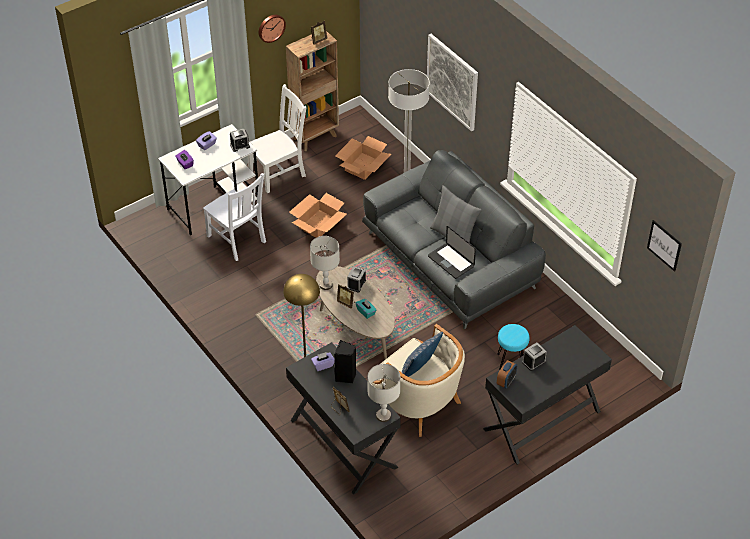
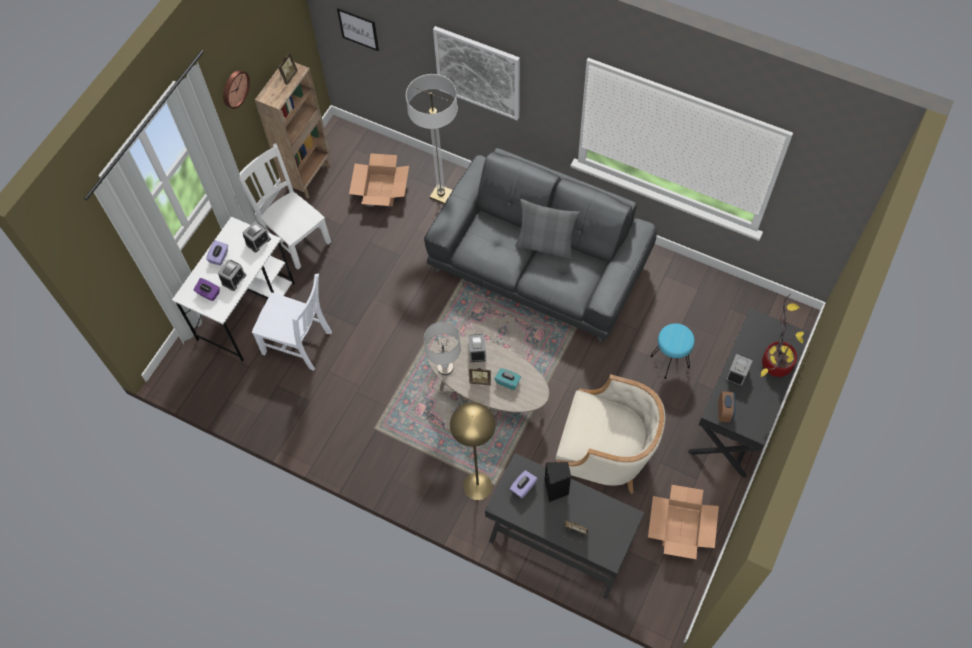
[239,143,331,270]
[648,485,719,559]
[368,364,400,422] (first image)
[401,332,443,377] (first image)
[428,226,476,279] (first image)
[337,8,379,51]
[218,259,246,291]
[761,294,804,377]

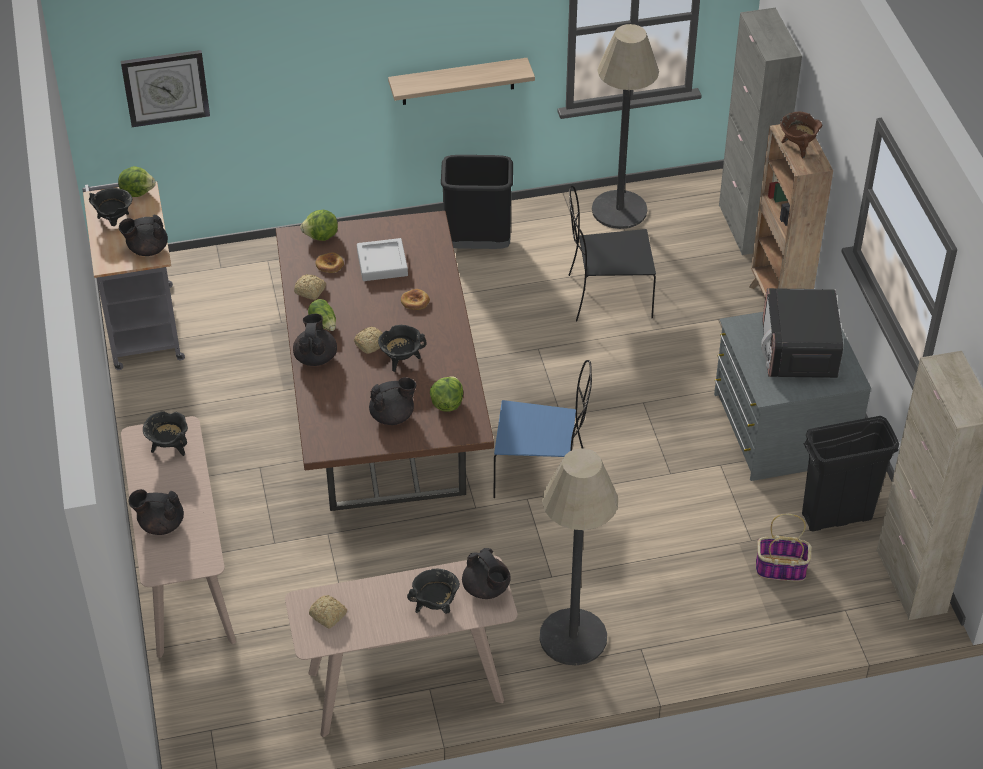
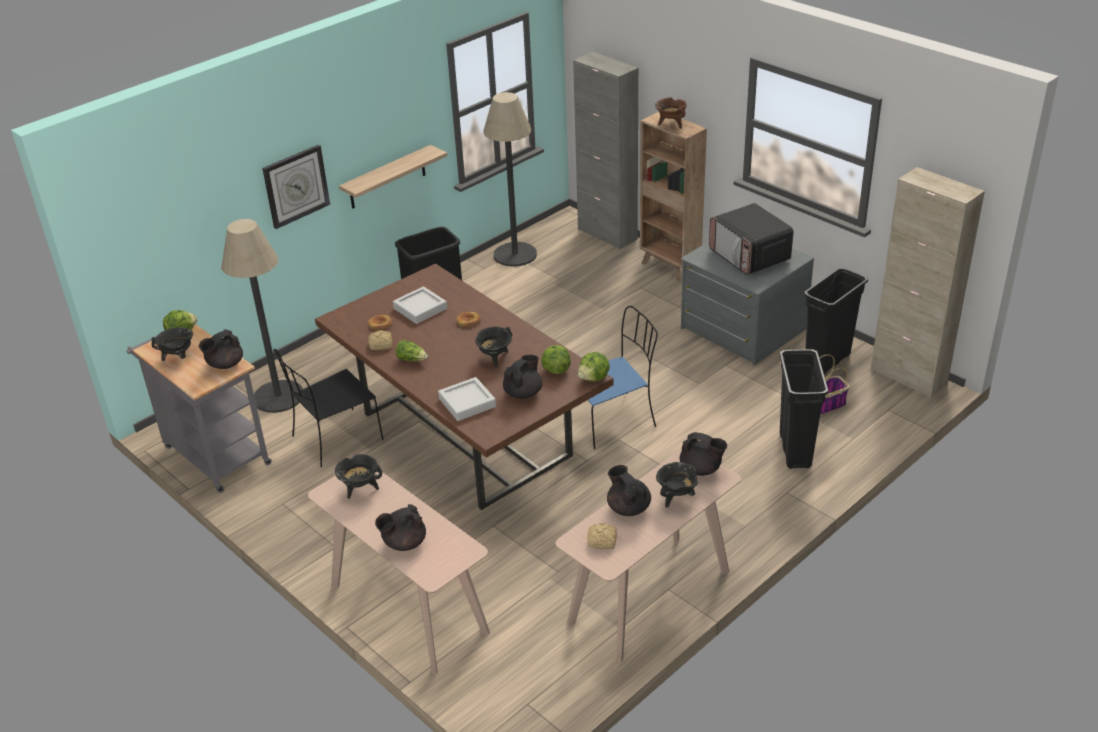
[262,145,330,229]
[607,465,651,516]
[578,352,610,381]
[354,327,382,354] (first image)
[221,219,303,413]
[273,349,384,467]
[438,377,496,421]
[779,349,828,469]

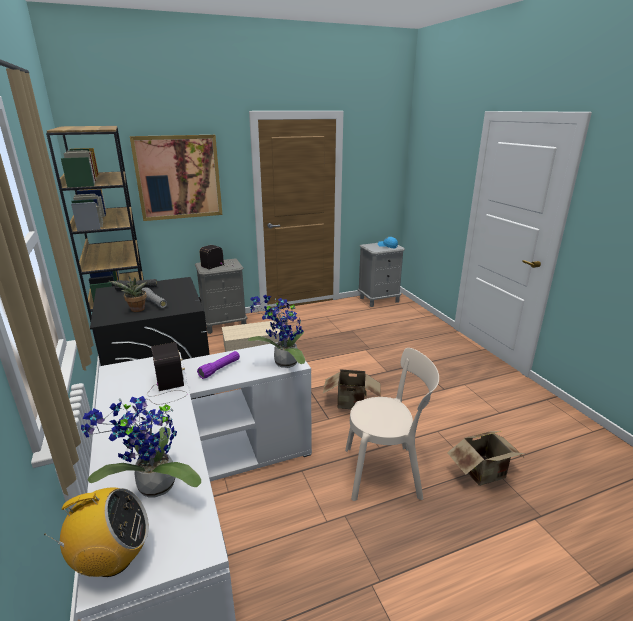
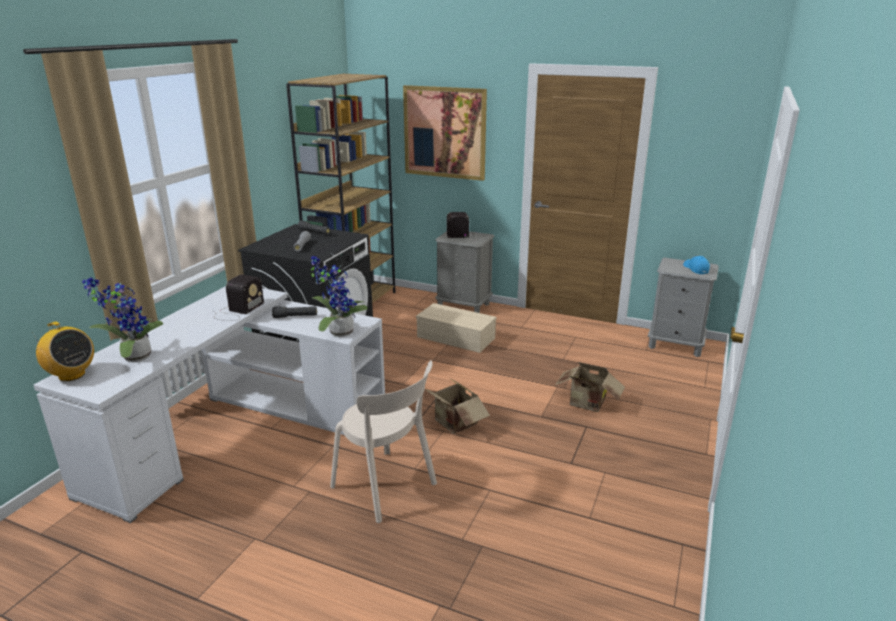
[109,276,148,312] (first image)
[272,306,317,318]
[555,362,625,412]

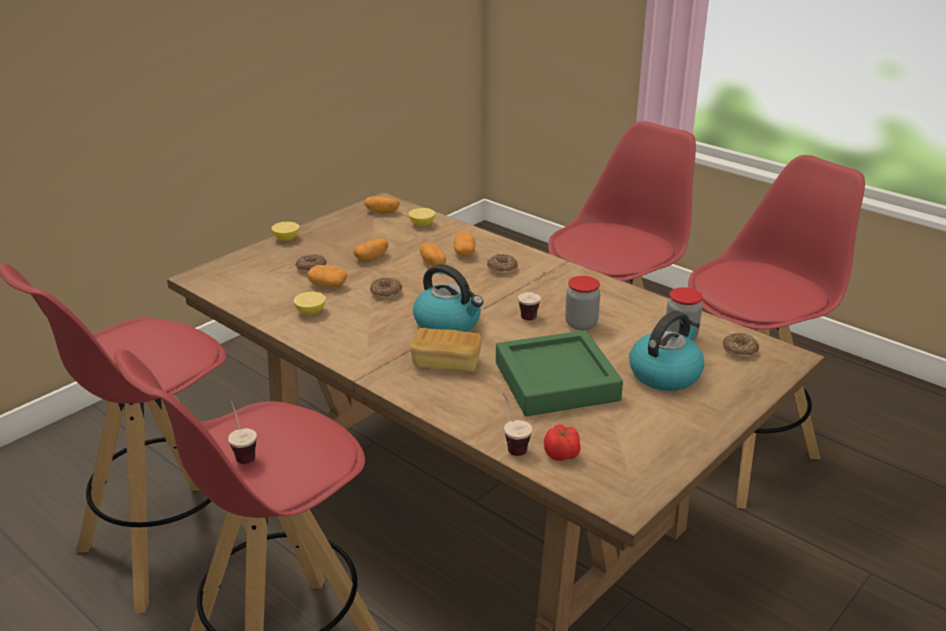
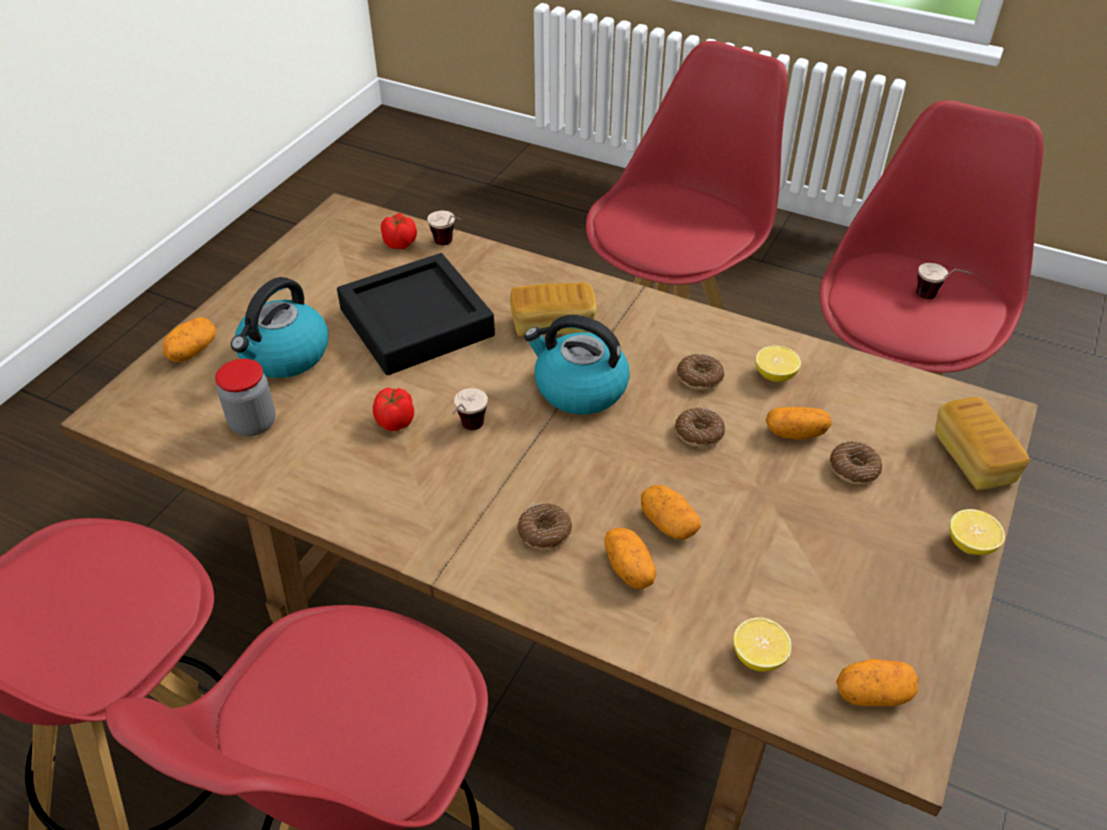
[916,263,972,299]
[162,317,216,362]
[337,253,495,375]
[373,388,414,431]
[677,354,725,390]
[935,397,1030,490]

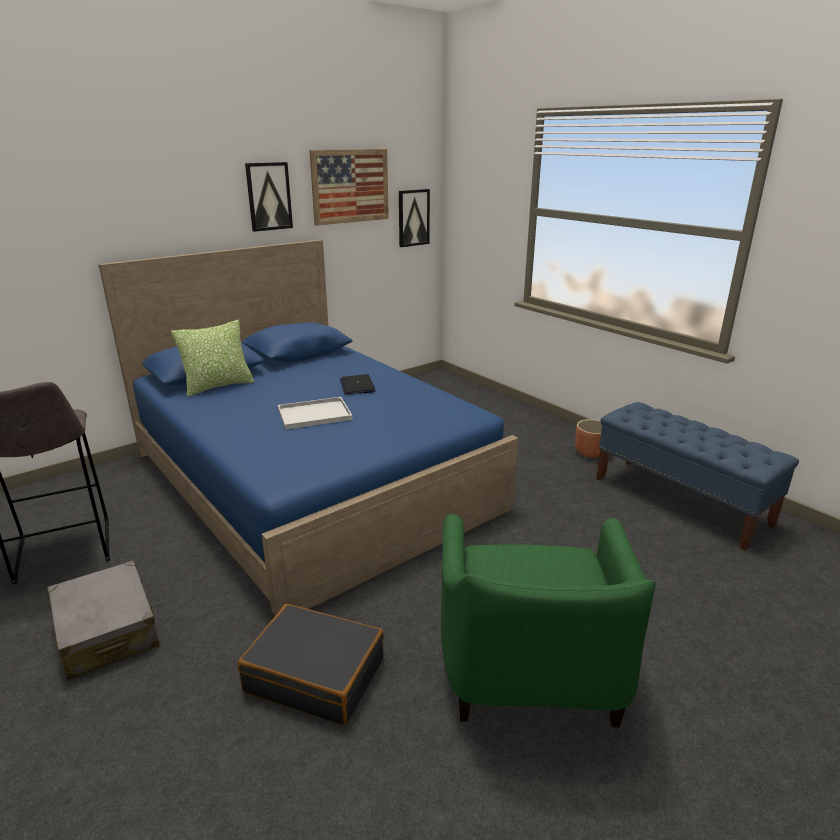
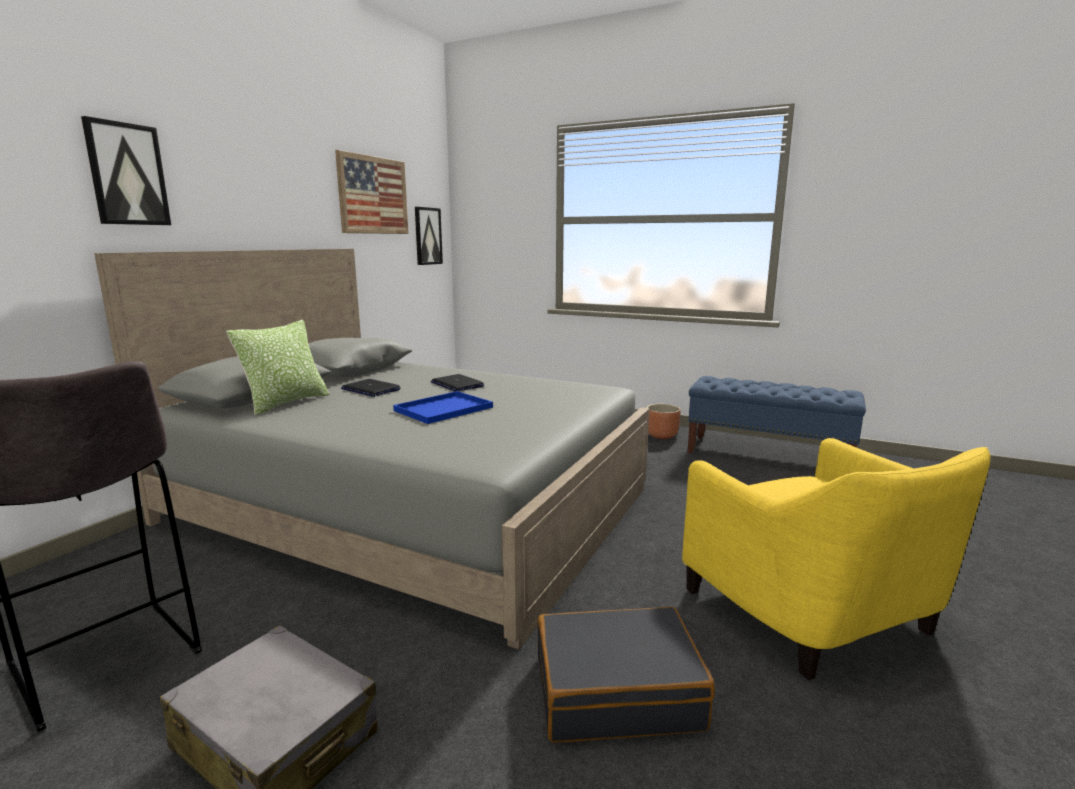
[94,249,649,650]
[81,116,171,225]
[393,391,493,424]
[682,438,991,680]
[341,379,401,397]

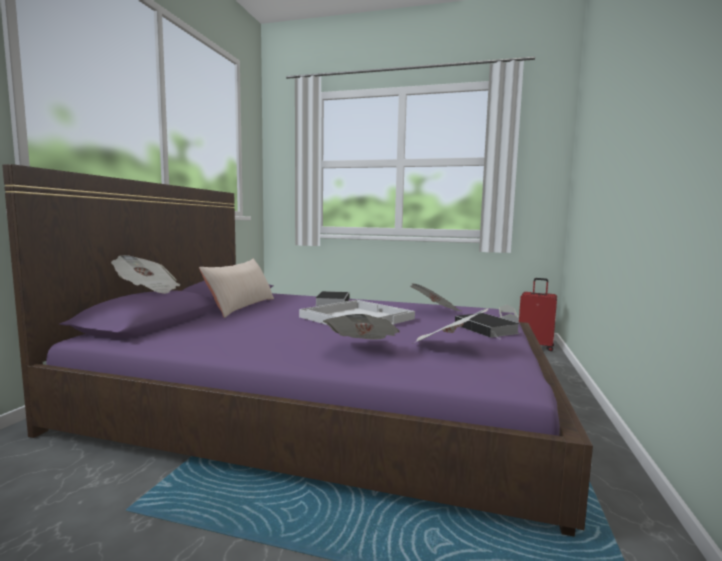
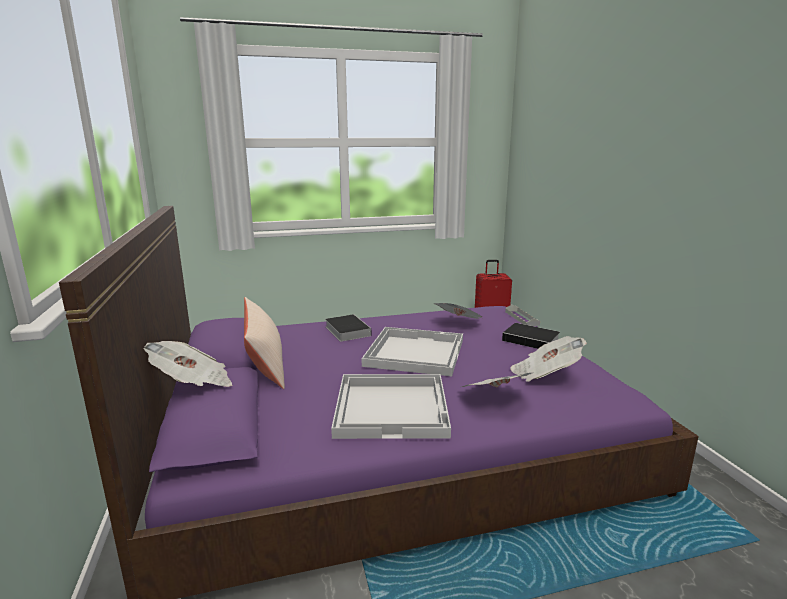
[331,374,451,439]

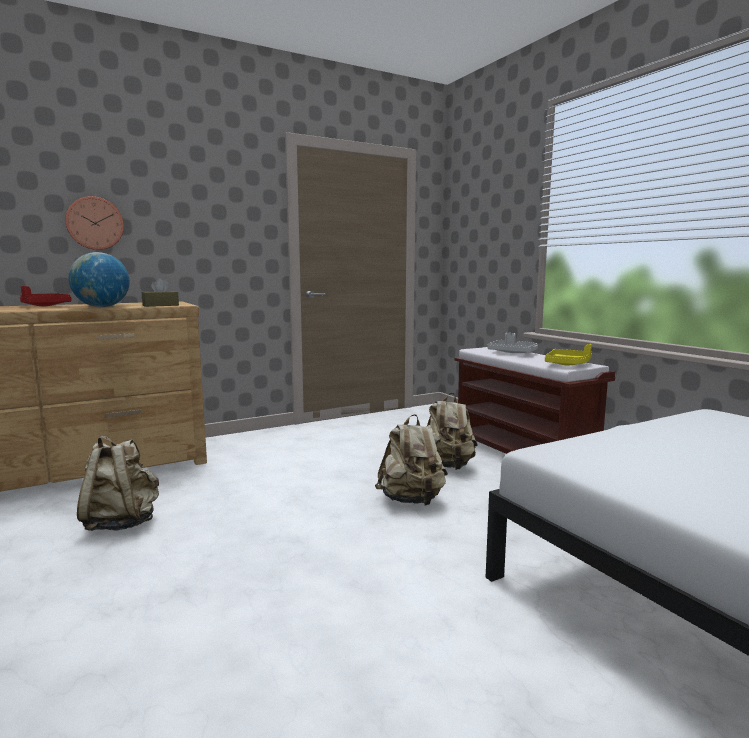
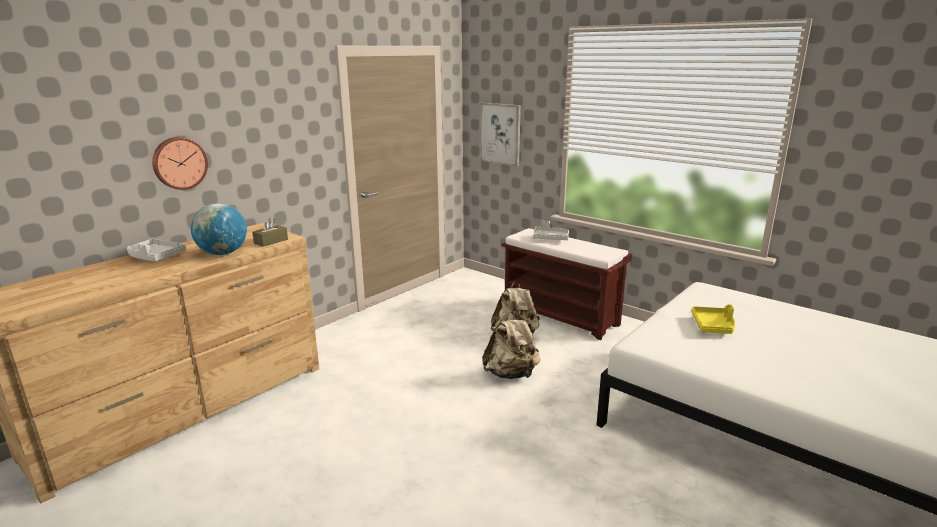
[127,239,186,261]
[77,436,159,531] (first image)
[691,304,735,334]
[481,103,521,166]

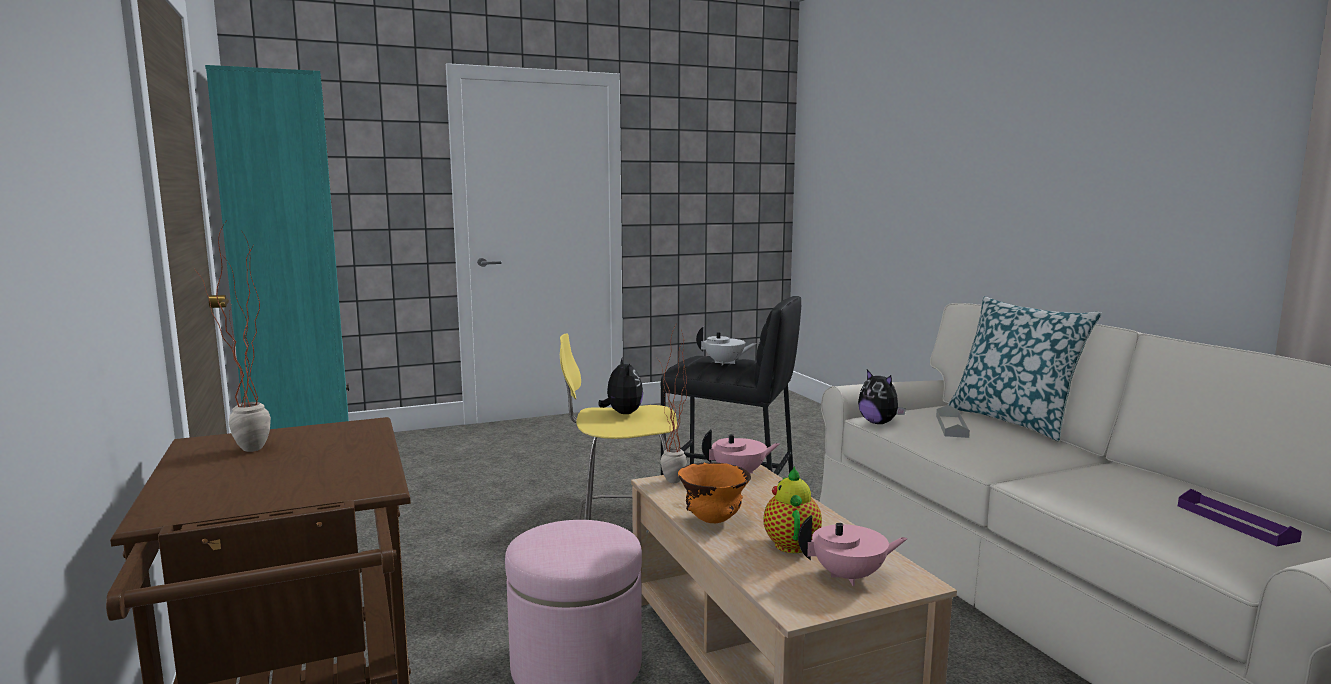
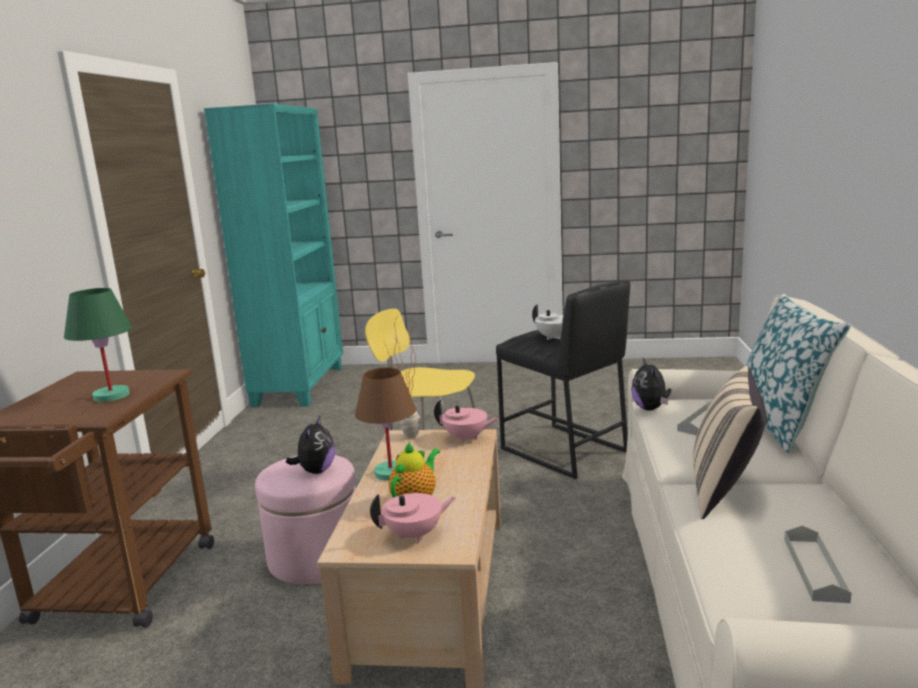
[196,219,271,452] (first image)
[286,416,335,474]
[355,368,416,481]
[370,493,456,543]
[784,526,852,603]
[64,288,132,402]
[693,366,767,519]

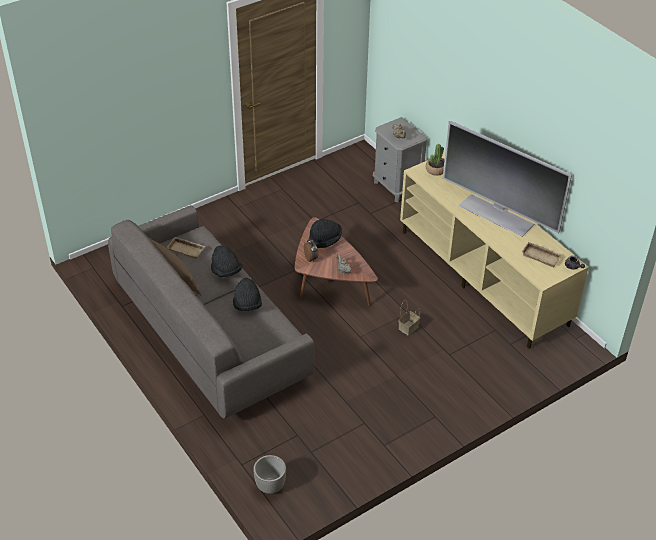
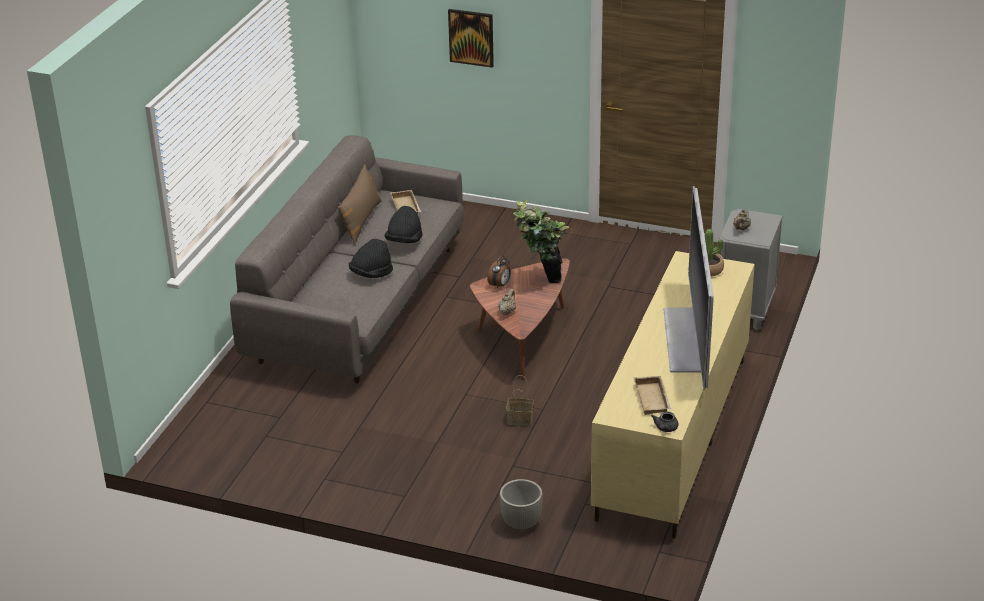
[499,479,543,530]
[513,199,569,283]
[448,9,494,68]

